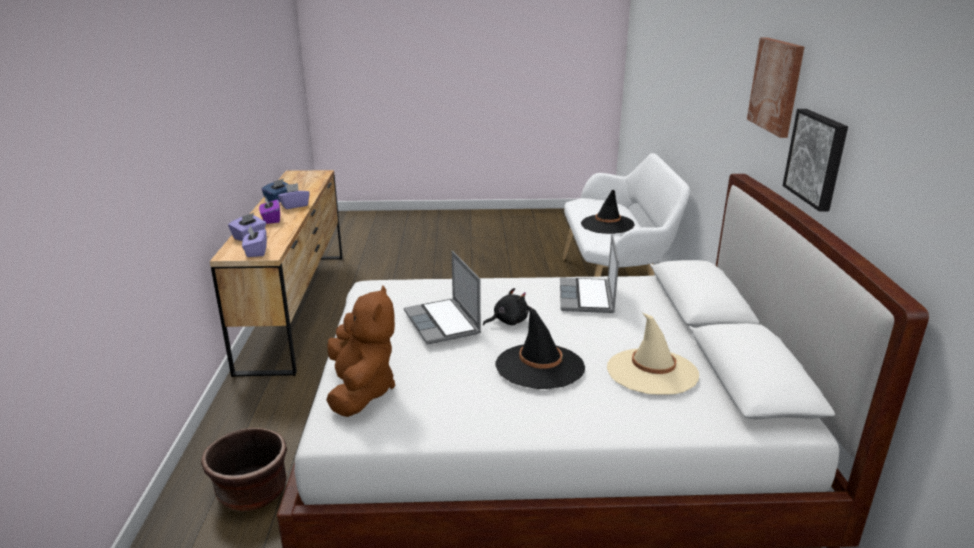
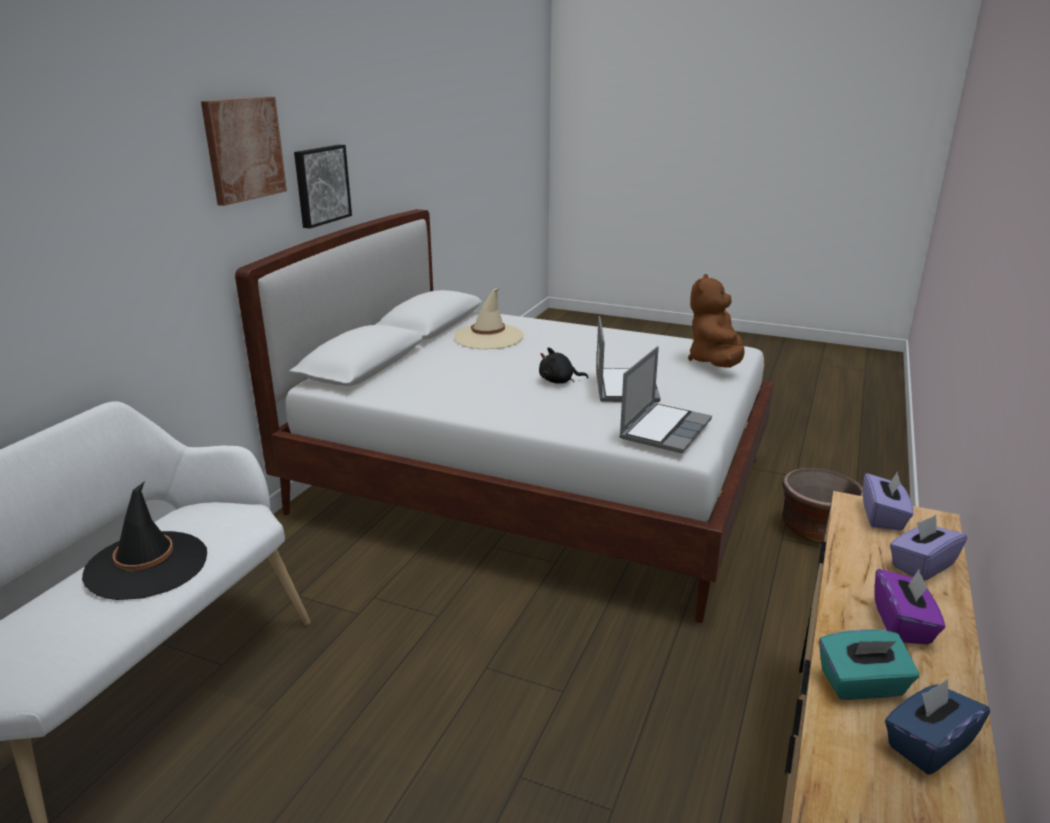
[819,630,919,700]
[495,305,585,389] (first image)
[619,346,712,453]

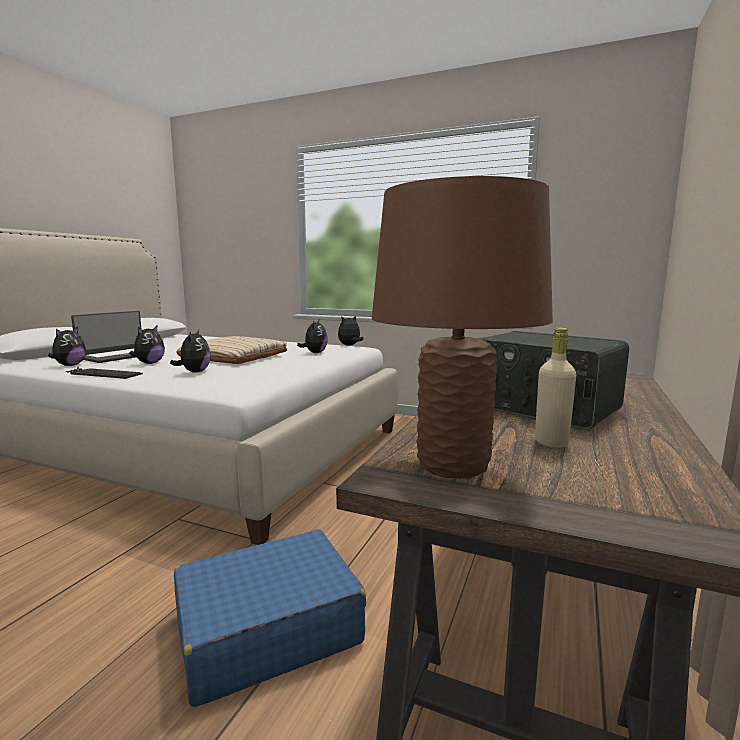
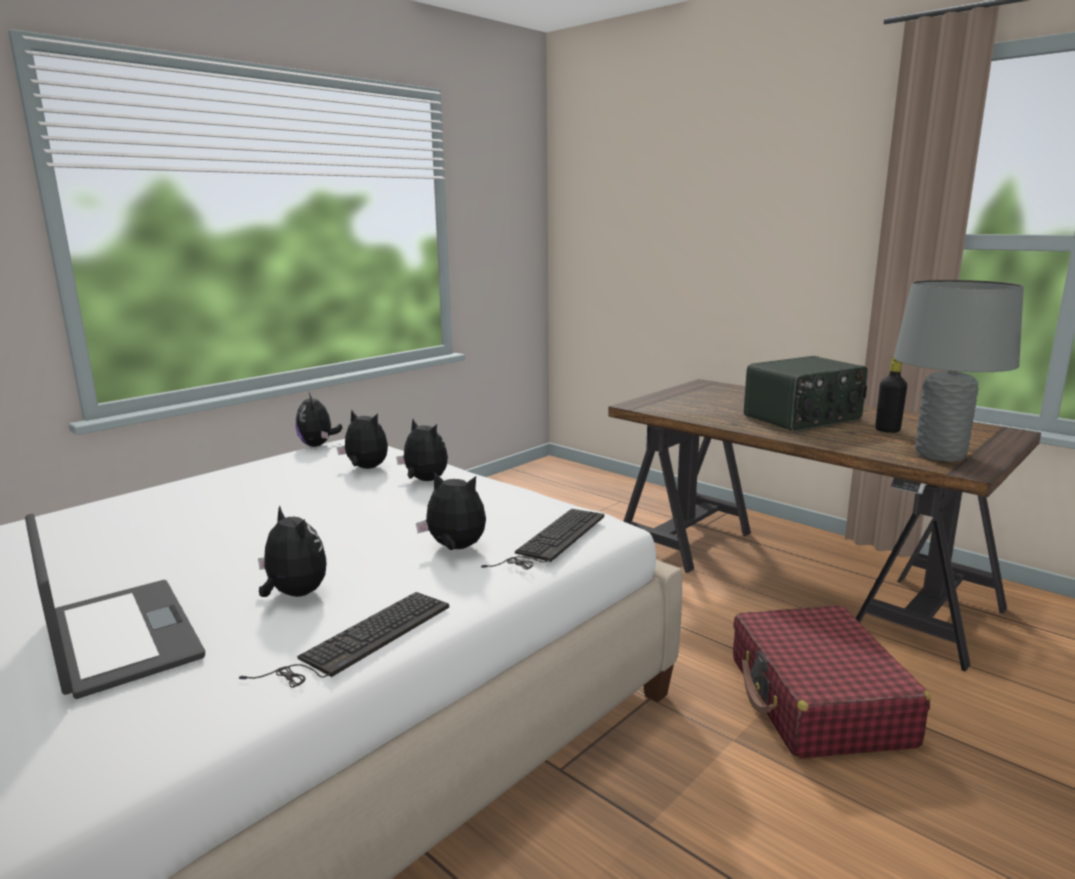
[396,419,448,481]
[733,605,930,759]
[176,336,287,364] (first image)
[894,280,1024,462]
[875,355,907,433]
[481,509,604,570]

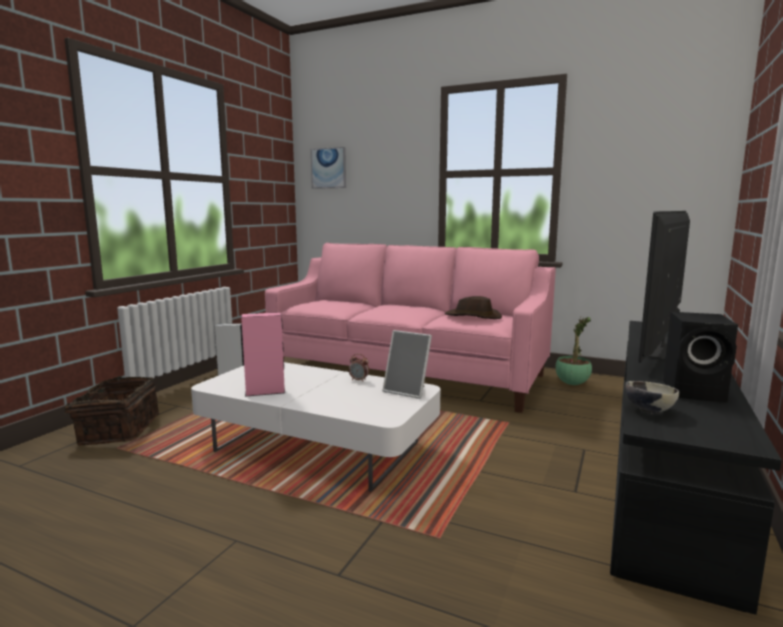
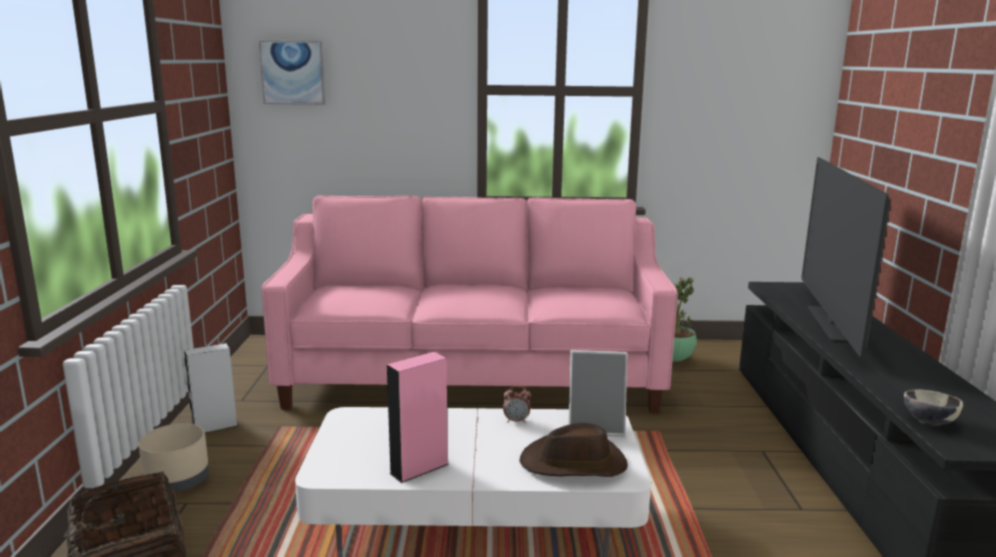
[519,423,628,477]
[663,312,738,402] (first image)
[138,423,209,492]

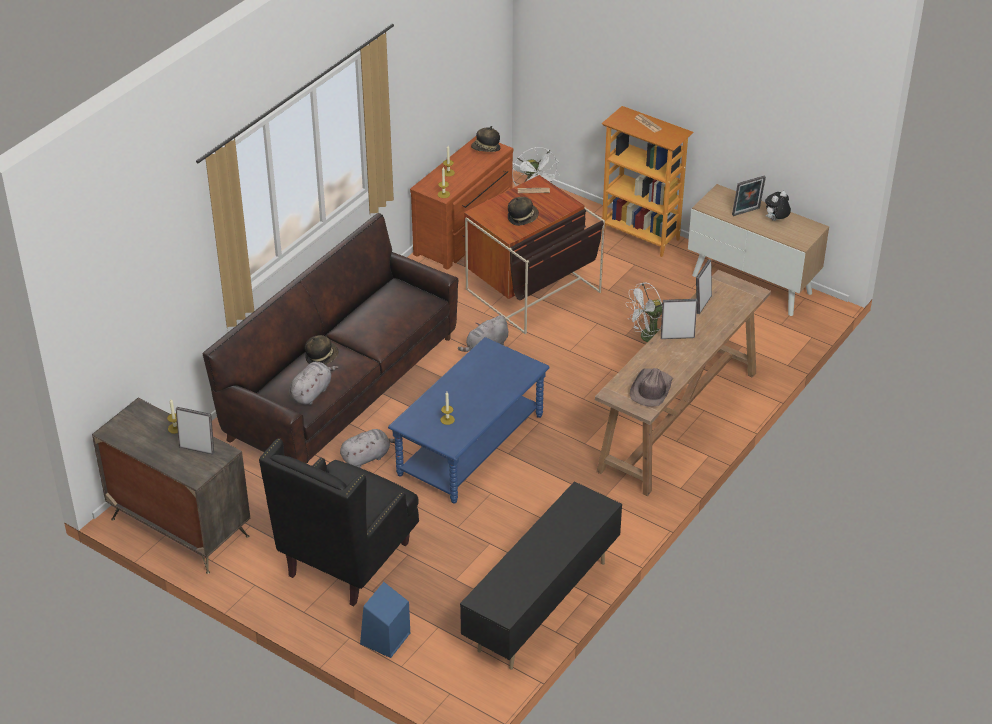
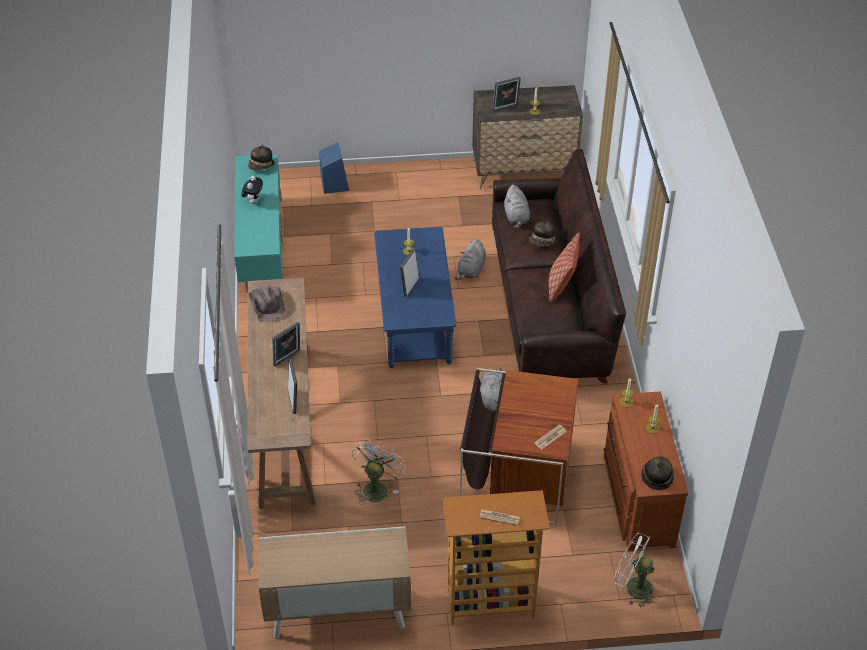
[259,439,419,607] (first image)
[234,154,283,293]
[248,144,275,170]
[400,248,419,297]
[242,176,263,204]
[548,232,580,302]

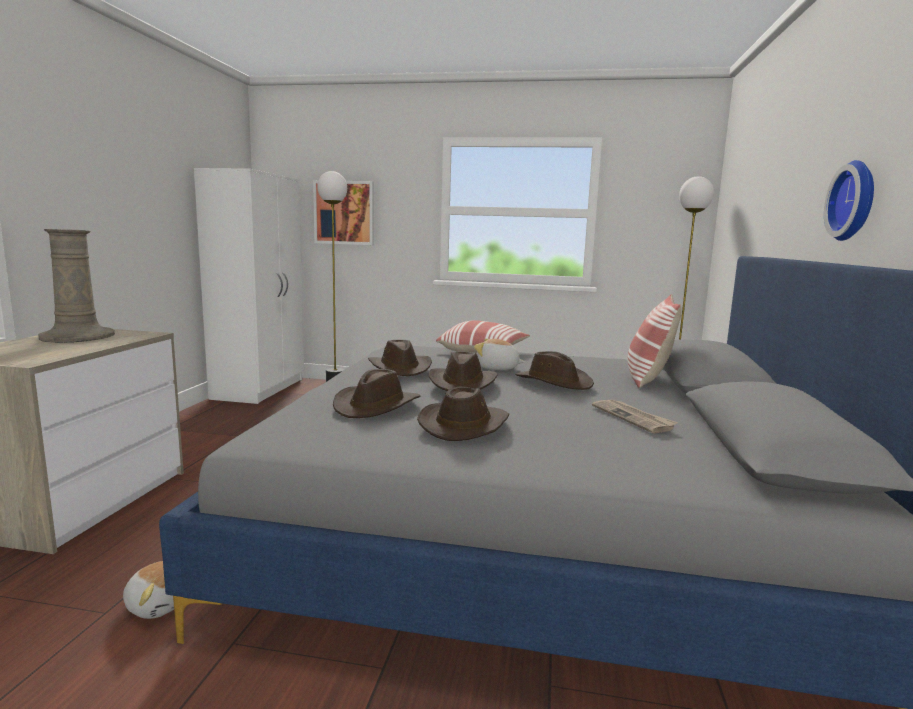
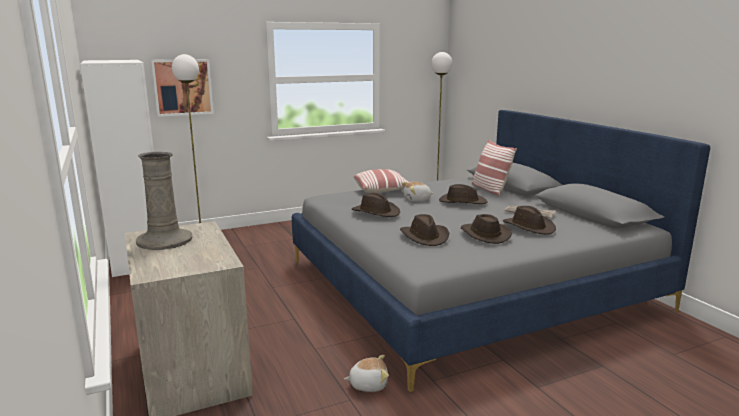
[503,206,556,235]
[824,160,874,241] (first image)

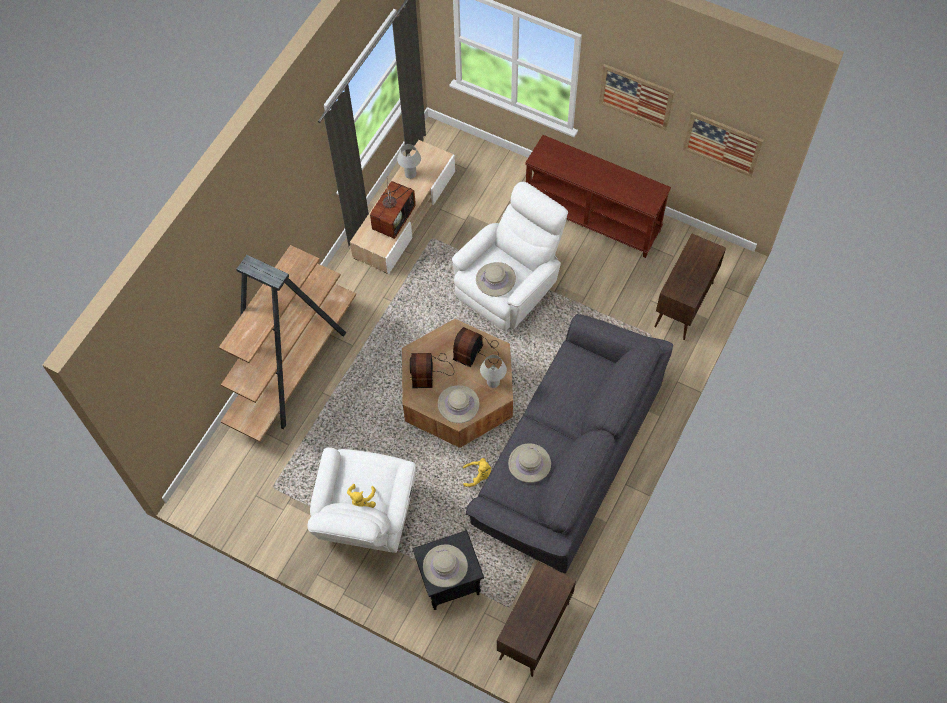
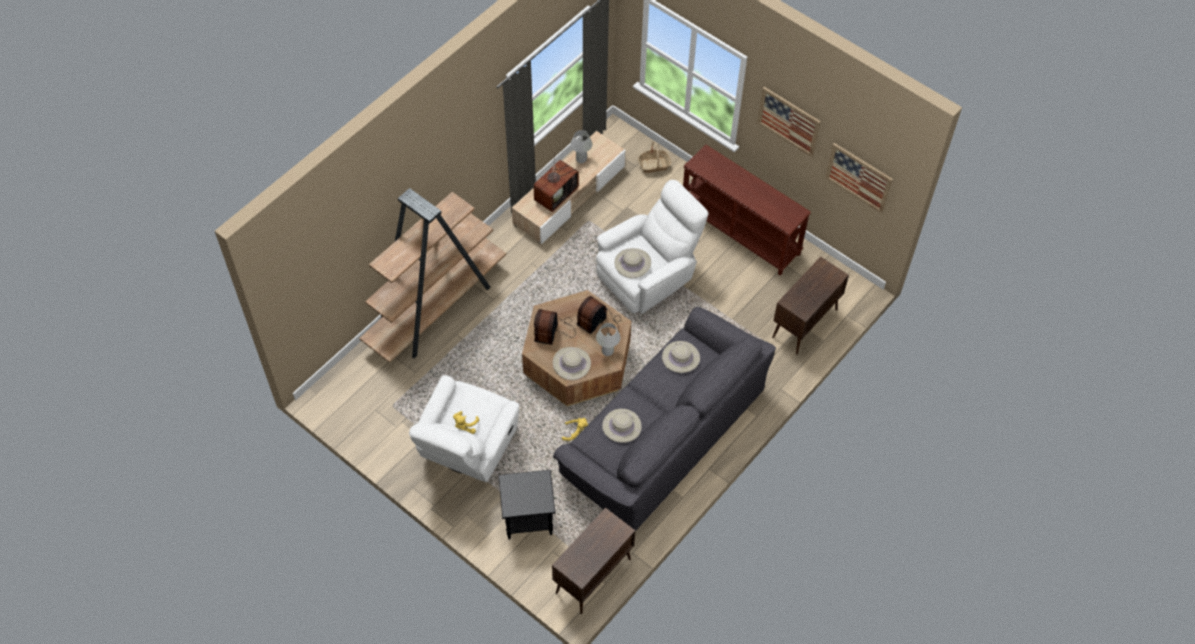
[662,341,700,373]
[638,142,672,173]

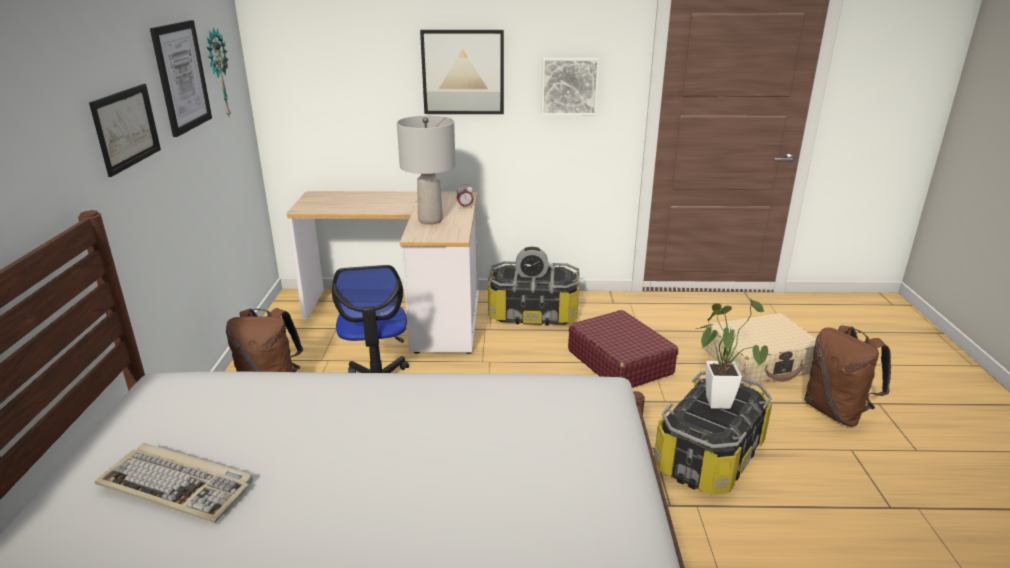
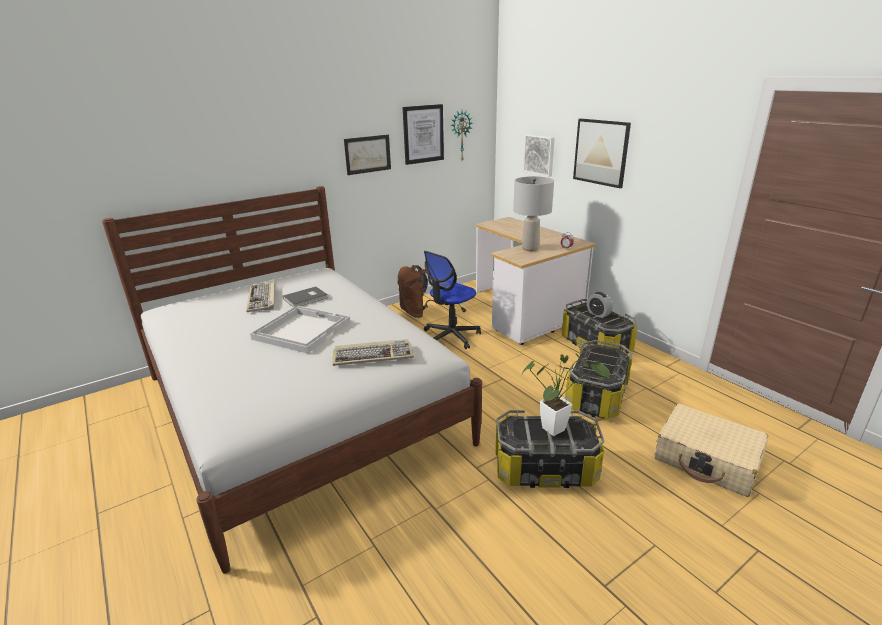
[523,134,555,177]
[565,340,633,419]
[804,325,891,427] (first image)
[250,306,350,354]
[283,287,328,307]
[333,339,414,366]

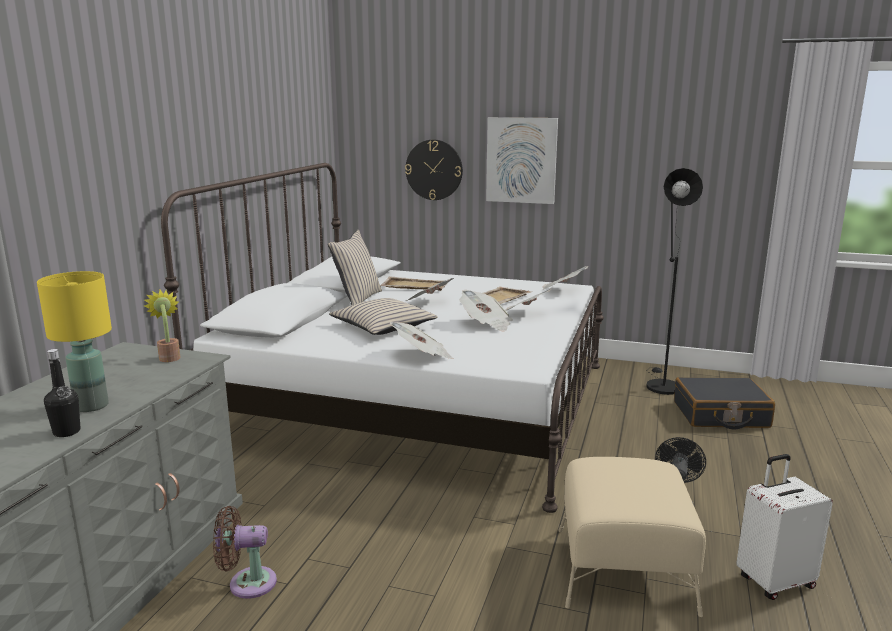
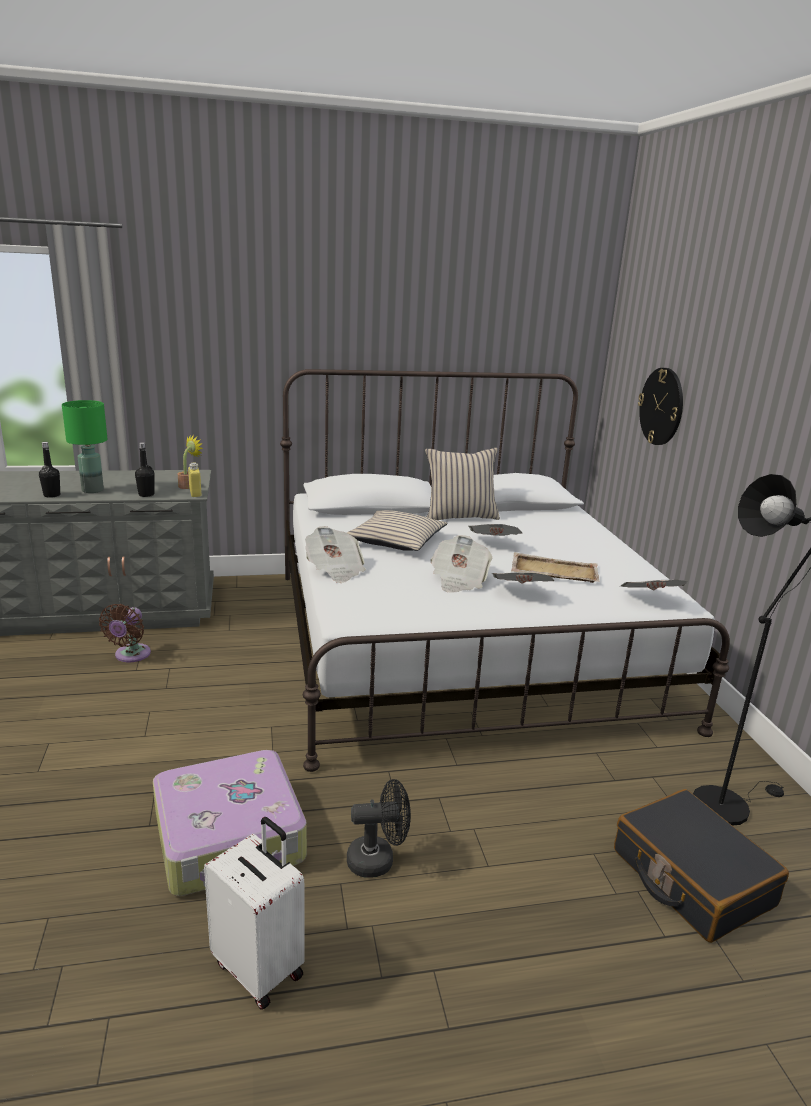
[62,400,107,493]
[99,604,151,662]
[380,276,447,291] (first image)
[486,117,558,204] (first image)
[153,750,307,896]
[135,442,155,497]
[188,463,201,497]

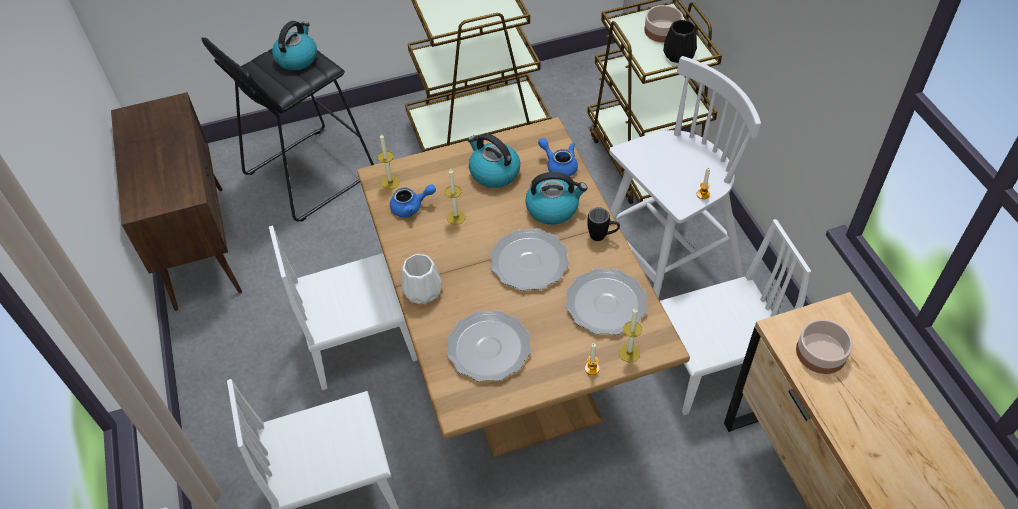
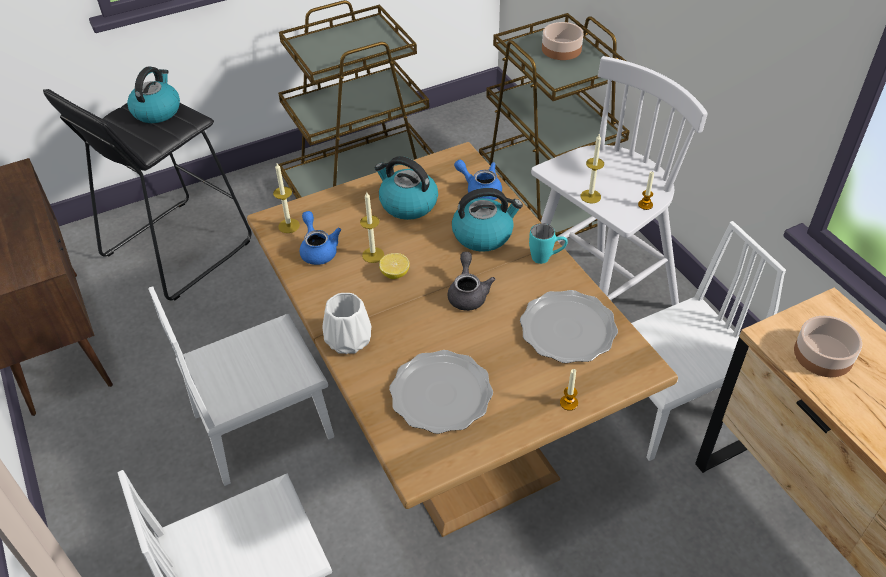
[300,211,341,265]
[448,252,495,311]
[529,223,568,264]
[581,134,604,203]
[663,20,697,63] (first image)
[379,253,410,279]

